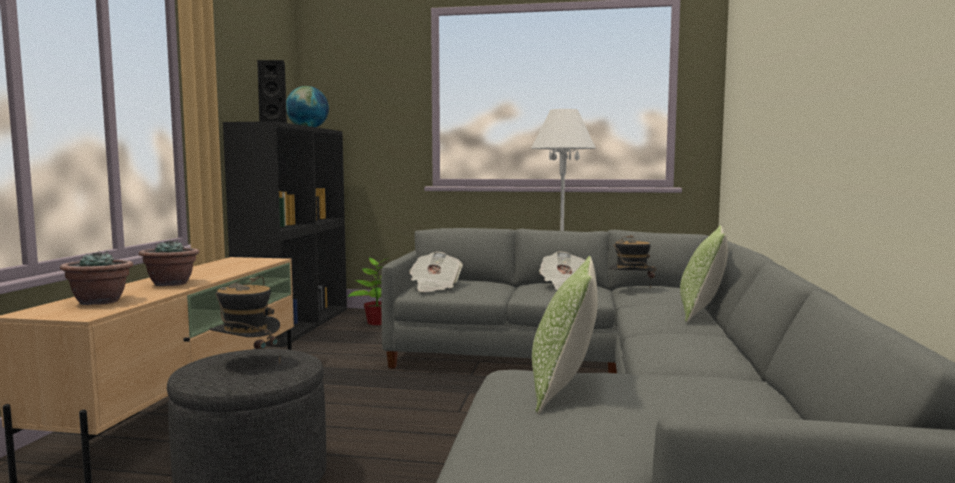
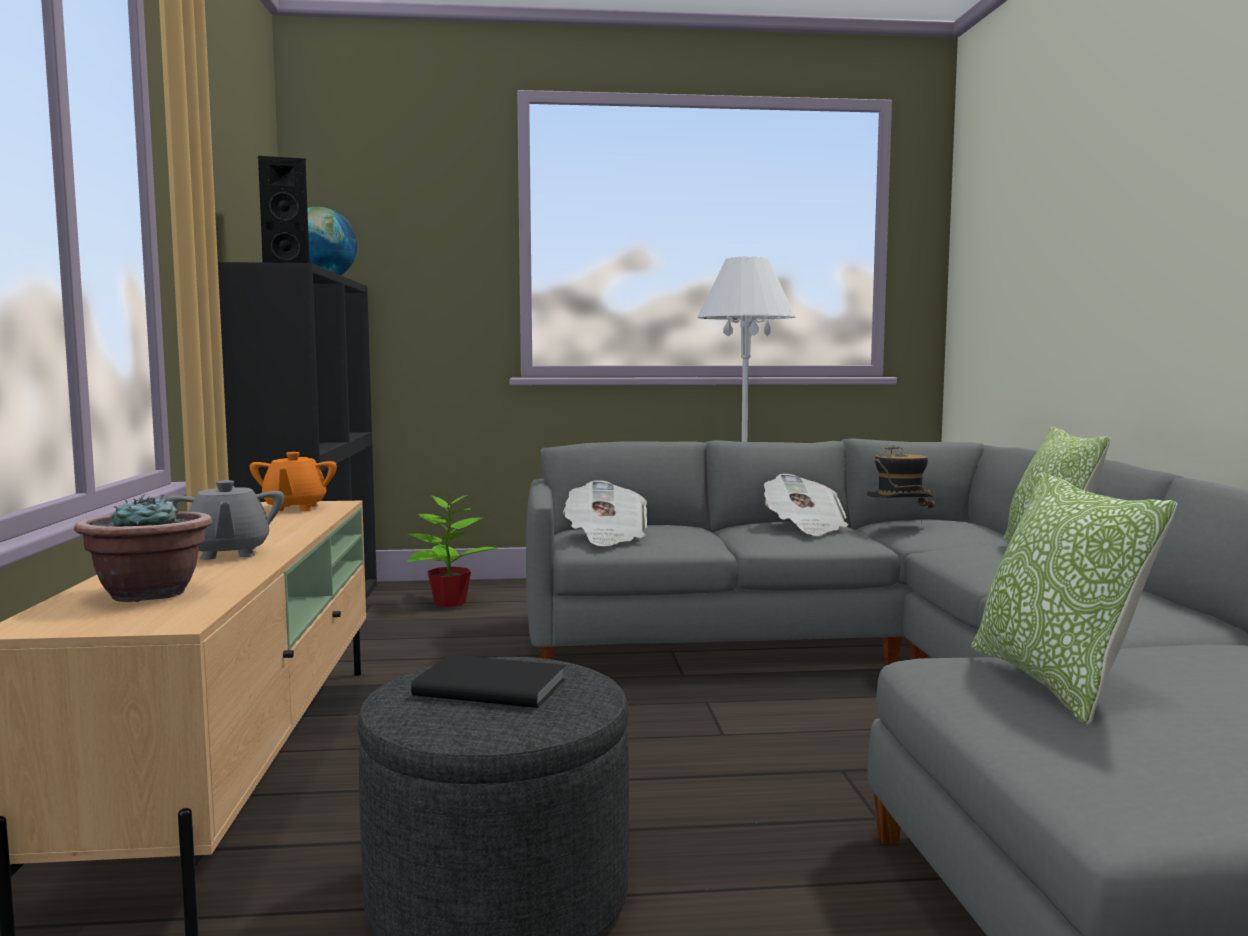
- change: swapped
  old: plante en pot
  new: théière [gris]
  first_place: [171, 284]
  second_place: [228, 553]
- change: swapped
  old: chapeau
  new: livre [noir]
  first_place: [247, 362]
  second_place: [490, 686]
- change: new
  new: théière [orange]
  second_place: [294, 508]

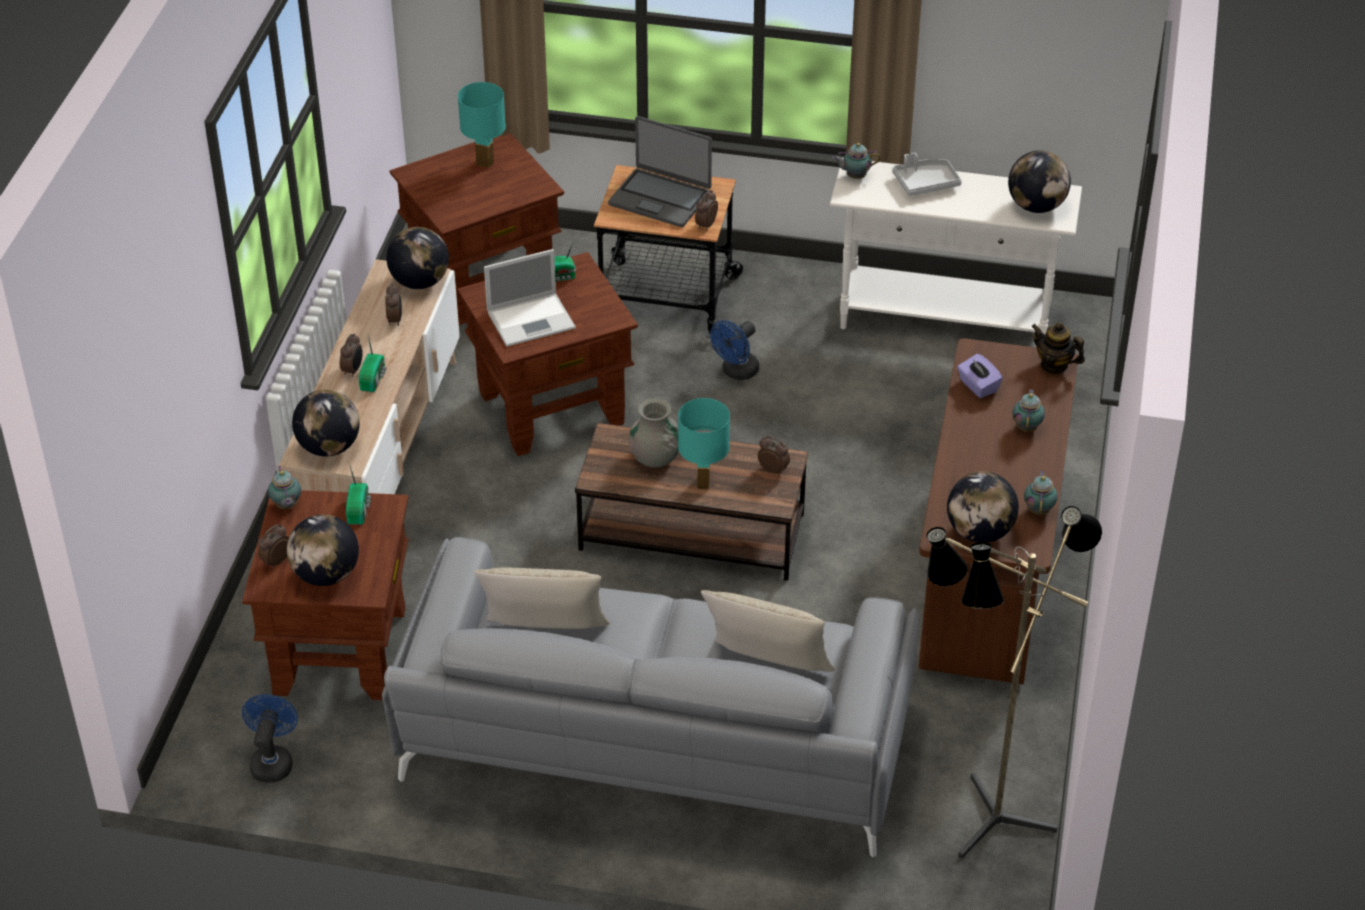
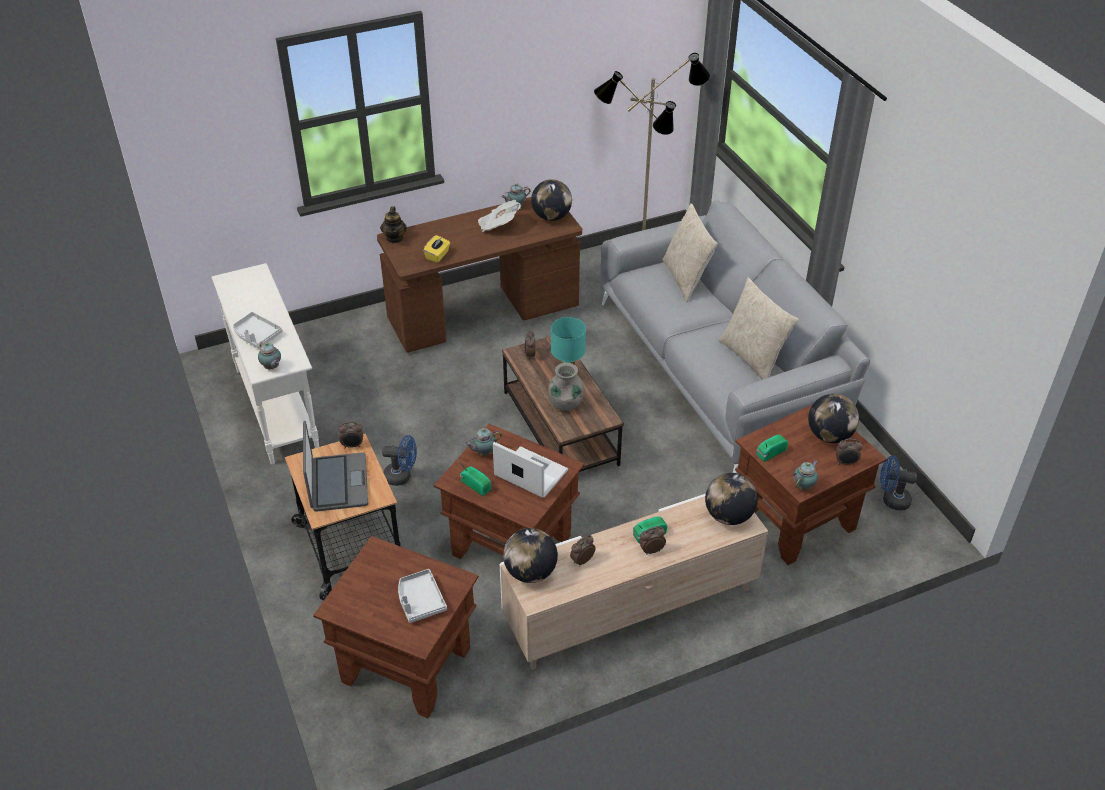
- change: gone
  old: lampe de table [turquoise]
  first_place: [485, 163]
- change: gone
  old: globe
  first_place: [1036, 206]
- change: repainted
  old: boîte à mouchoirs [violet]
  new: boîte à mouchoirs [jaune]
  first_place: [978, 386]
  second_place: [437, 255]
- change: shifted
  old: théière
  first_place: [1027, 427]
  second_place: [483, 452]
- change: rotated
  old: ventilateur [bleu]
  first_place: [273, 761]
  second_place: [891, 500]
  degrees: 45
- change: new
  new: journal
  second_place: [498, 225]
- change: new
  new: plateau [gris]
  second_place: [420, 601]

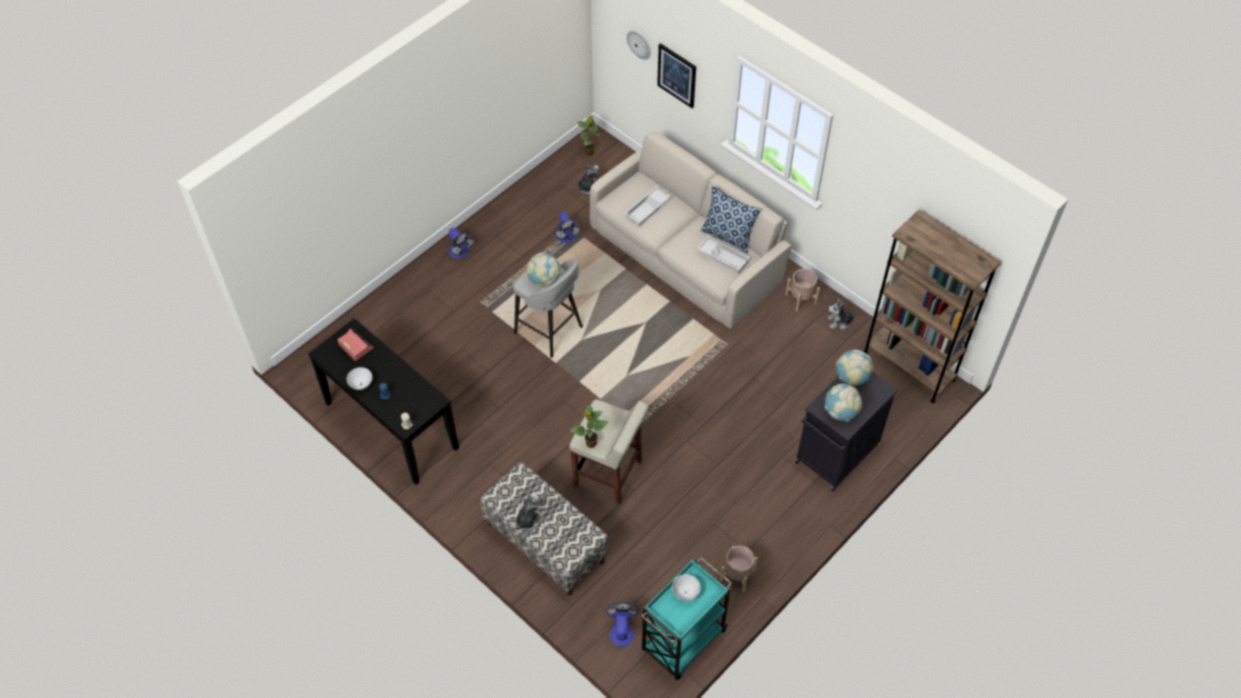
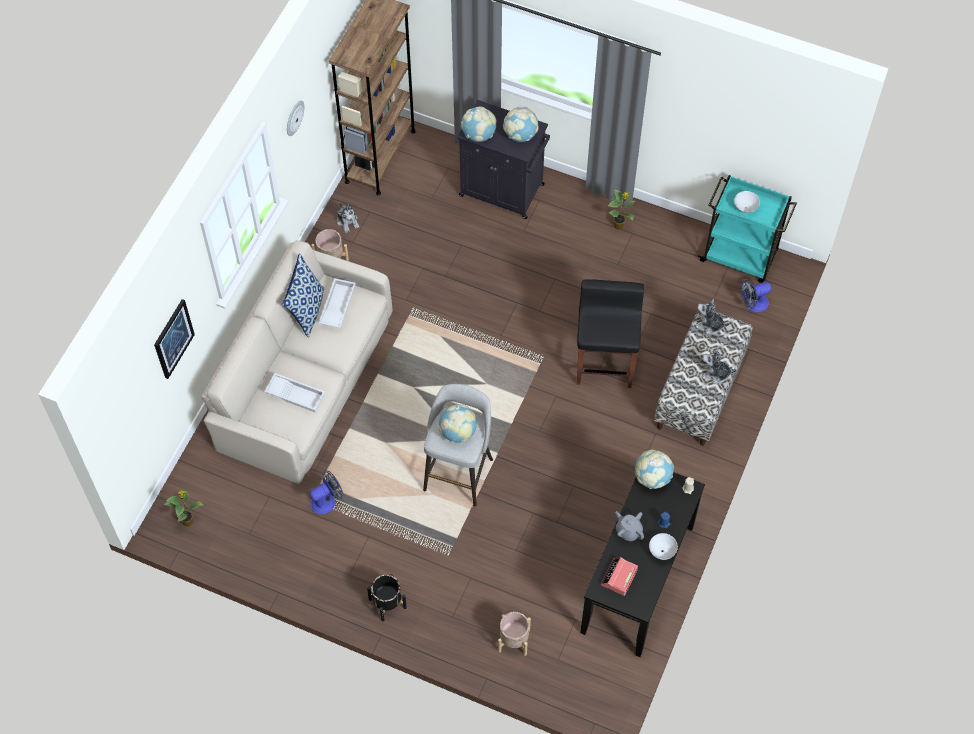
- change: shifted
  old: horloge murale
  first_place: [639, 44]
  second_place: [294, 117]
- change: shifted
  old: peluche
  first_place: [588, 187]
  second_place: [709, 325]
- change: swapped
  old: ventilateur
  new: cache-pot [noir]
  first_place: [460, 253]
  second_place: [387, 603]
- change: repainted
  old: tabouret [beige]
  new: tabouret [noir]
  first_place: [609, 474]
  second_place: [605, 363]
- change: shifted
  old: plante en pot
  first_place: [590, 444]
  second_place: [619, 226]
- change: shifted
  old: cache-pot [beige]
  first_place: [737, 575]
  second_place: [513, 640]
- change: new
  new: globe
  second_place: [652, 477]
- change: new
  new: théière [gris]
  second_place: [628, 531]

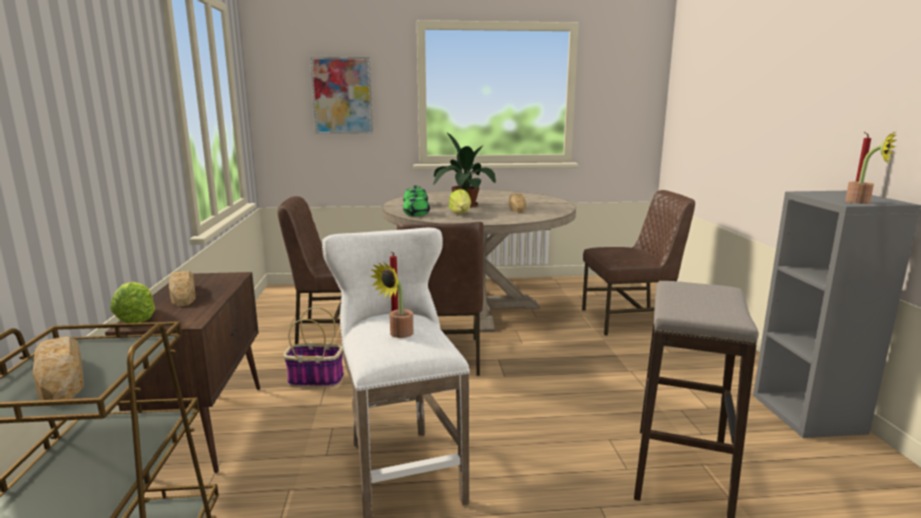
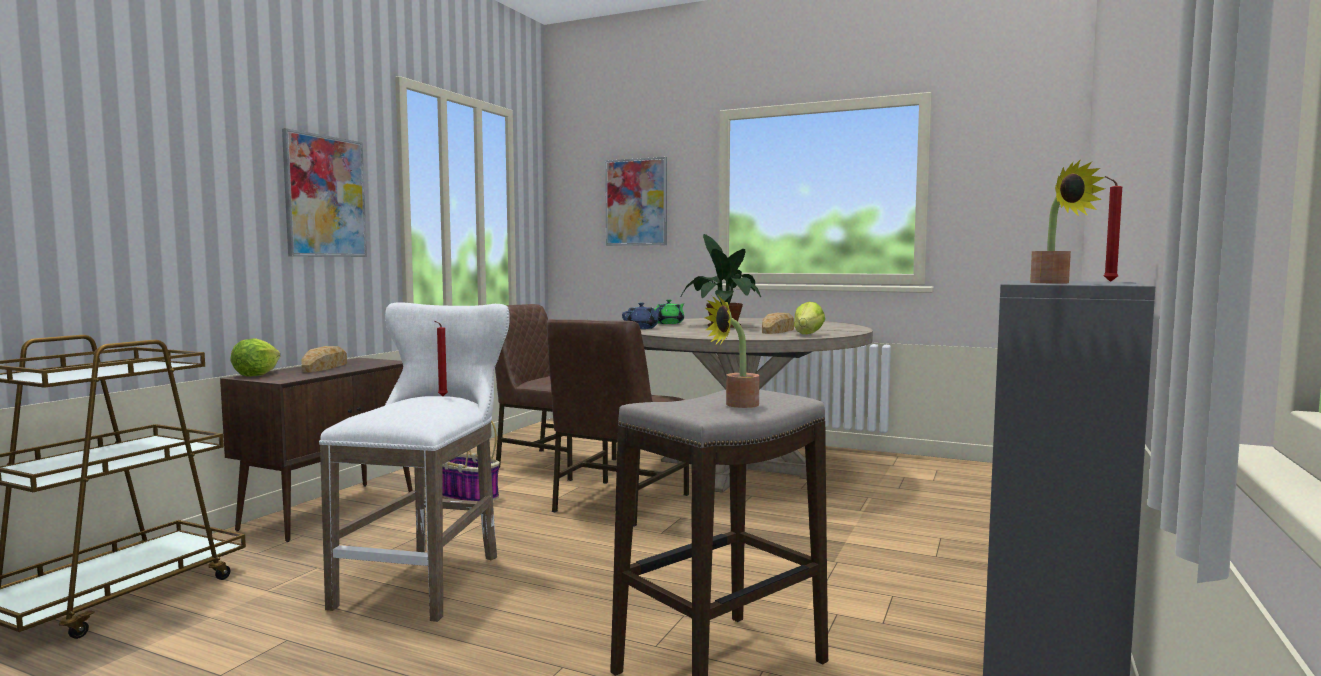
- change: shifted
  old: laitue
  first_place: [461, 214]
  second_place: [807, 334]
- change: gone
  old: chaise [marron]
  first_place: [629, 320]
- change: repainted
  old: théière [vert]
  new: théière [bleu]
  first_place: [417, 214]
  second_place: [642, 328]
- change: shifted
  old: plante en pot
  first_place: [398, 334]
  second_place: [735, 405]
- change: gone
  old: pain
  first_place: [61, 377]
- change: new
  new: tableau
  second_place: [325, 196]

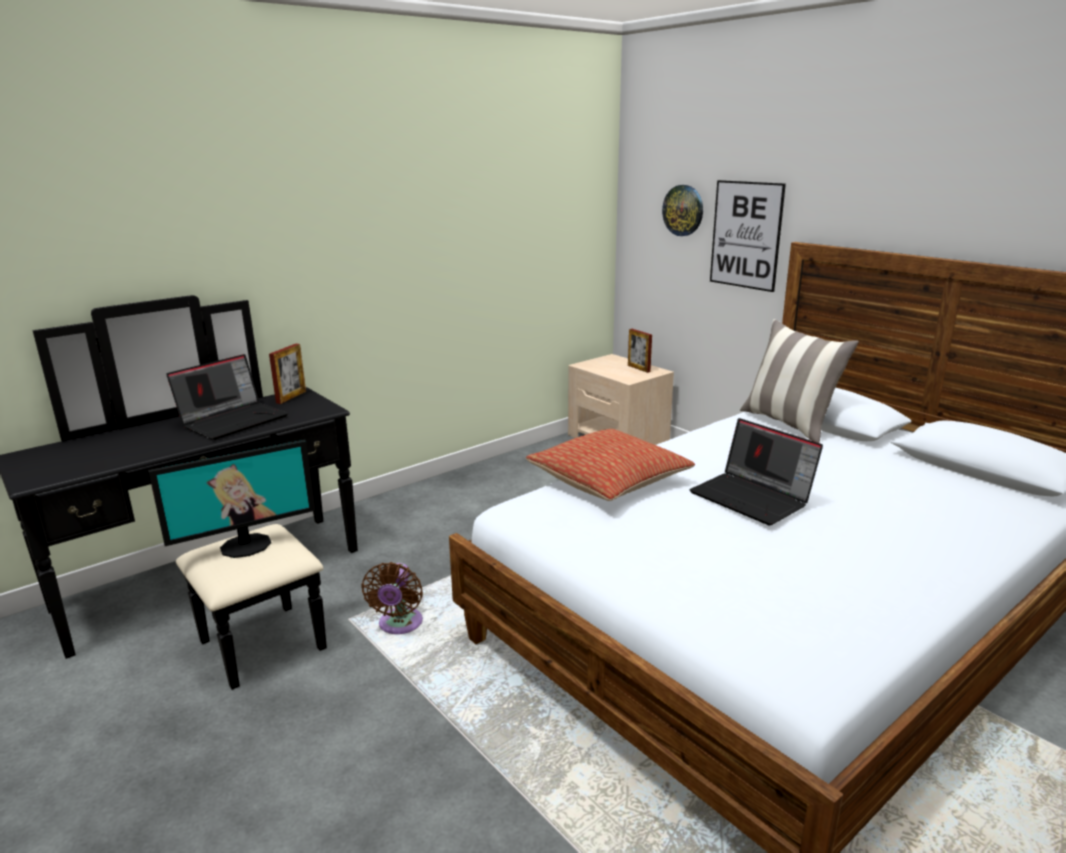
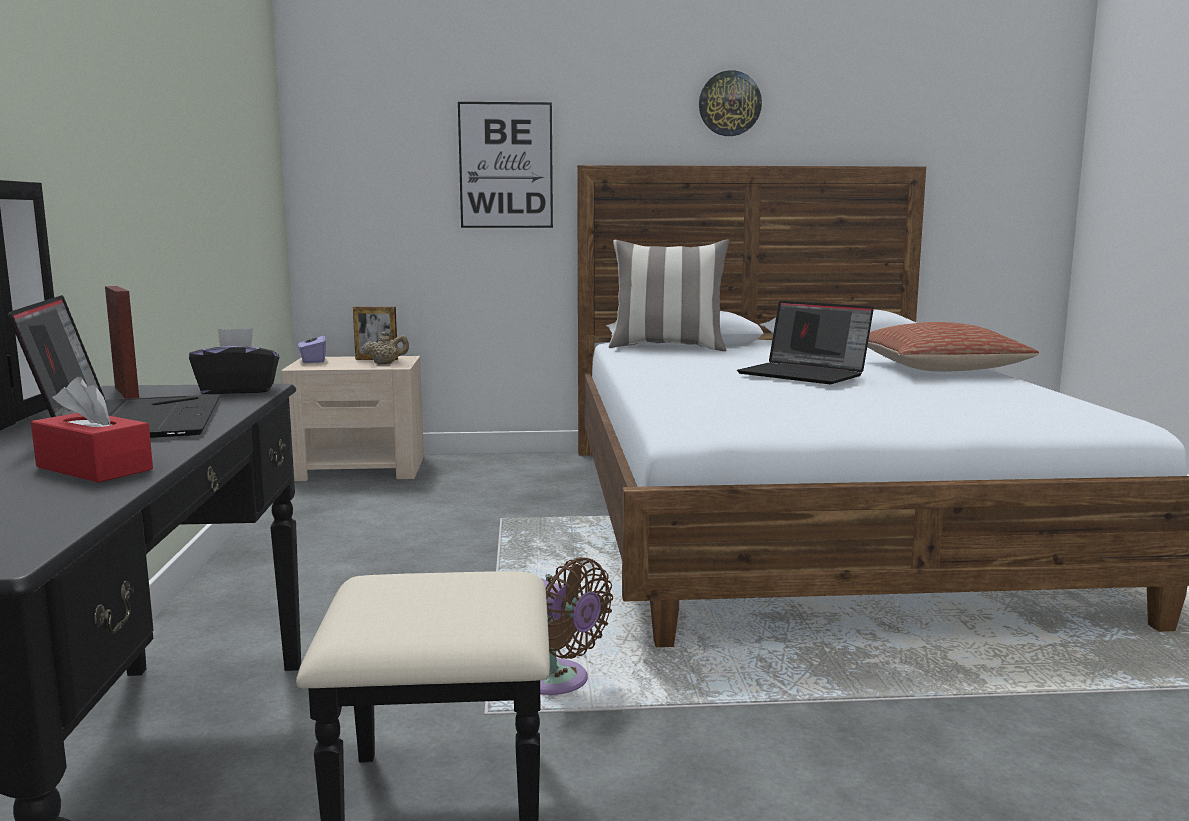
- change: shifted
  old: horloge murale
  first_place: [683, 210]
  second_place: [729, 103]
- change: rotated
  old: ordinateur portable
  first_place: [753, 498]
  second_place: [805, 374]
  degrees: 45
- change: shifted
  old: coussin
  first_place: [609, 481]
  second_place: [939, 369]
- change: gone
  old: écran d'ordinateur
  first_place: [246, 545]
- change: new
  new: boîte à mouchoirs [noir]
  second_place: [238, 390]
- change: new
  new: boîte à mouchoirs [violet]
  second_place: [312, 361]
- change: new
  new: théière [beige]
  second_place: [386, 363]
- change: new
  new: boîte à mouchoirs [rouge]
  second_place: [94, 468]

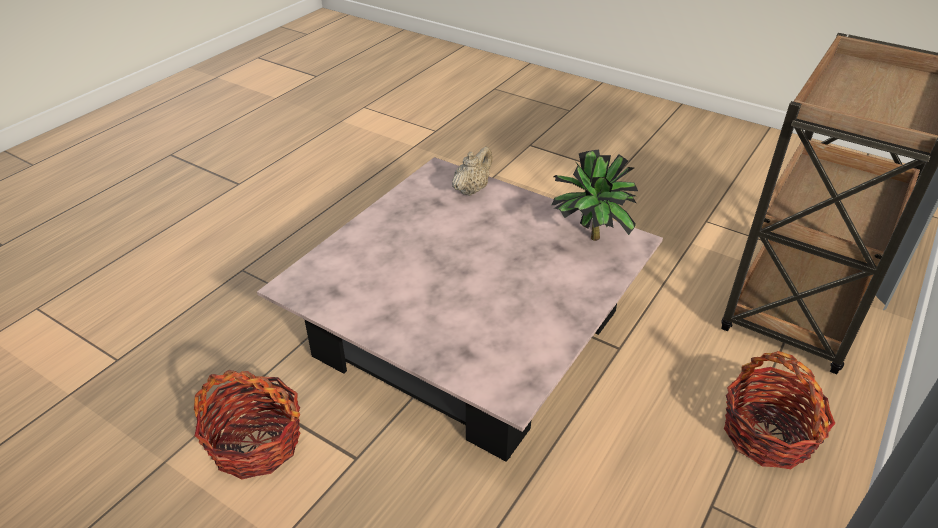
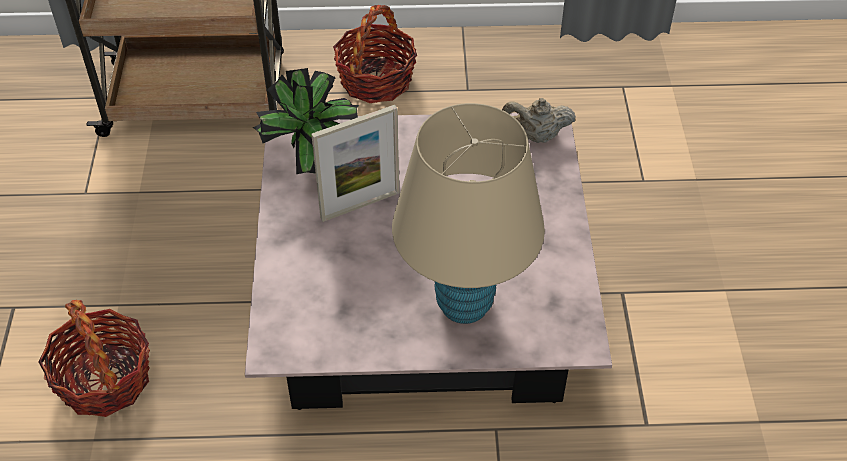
- change: shifted
  old: théière [beige]
  first_place: [471, 189]
  second_place: [536, 136]
- change: shifted
  old: panier
  first_place: [256, 443]
  second_place: [105, 379]
- change: new
  new: lampe de table [beige]
  second_place: [464, 304]
- change: new
  new: cadre photo
  second_place: [360, 205]

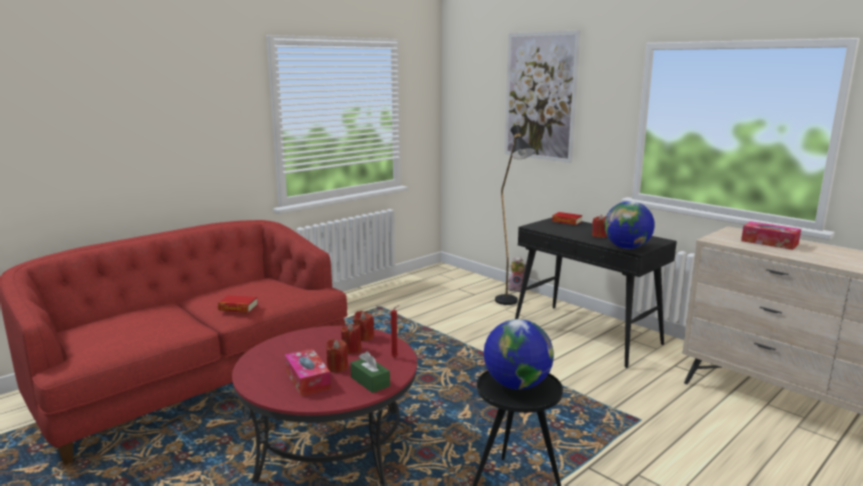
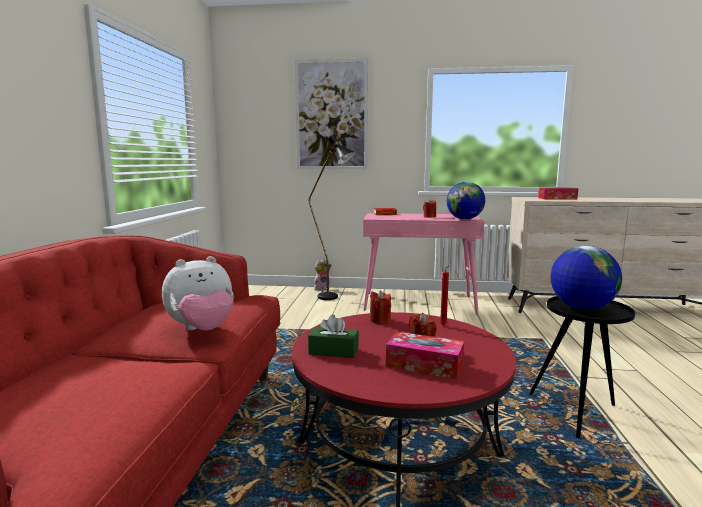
- change: repainted
  old: table console [noir]
  new: table console [rose]
  first_place: [587, 335]
  second_place: [419, 303]
- change: swapped
  old: livre
  new: peluche
  first_place: [238, 308]
  second_place: [202, 330]
- change: gone
  old: bougie [rouge]
  first_place: [351, 350]
- change: shifted
  old: boîte à mouchoirs [vert]
  first_place: [370, 382]
  second_place: [333, 351]

